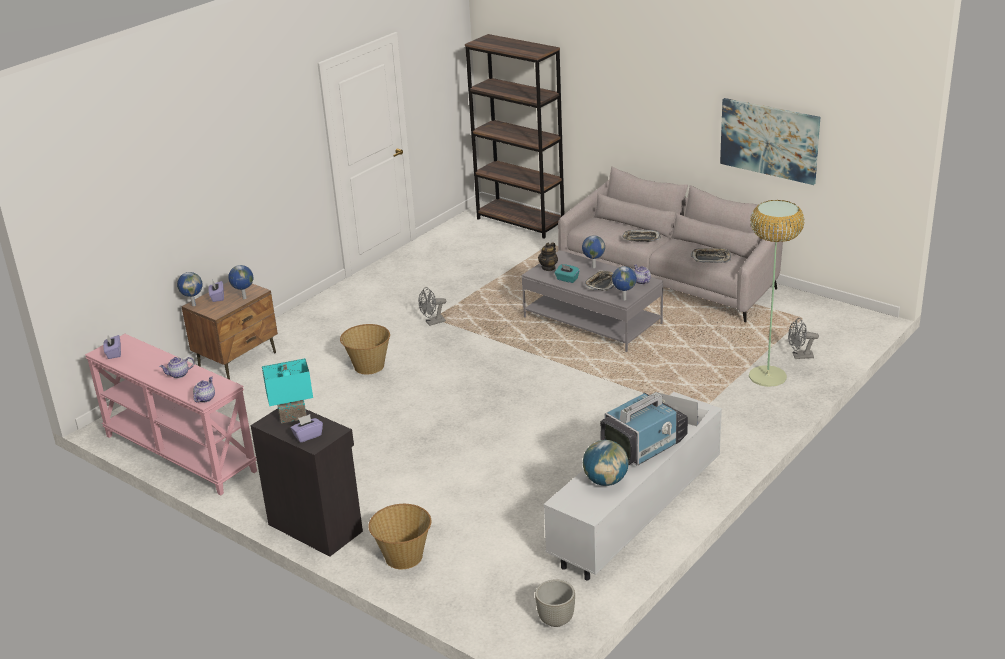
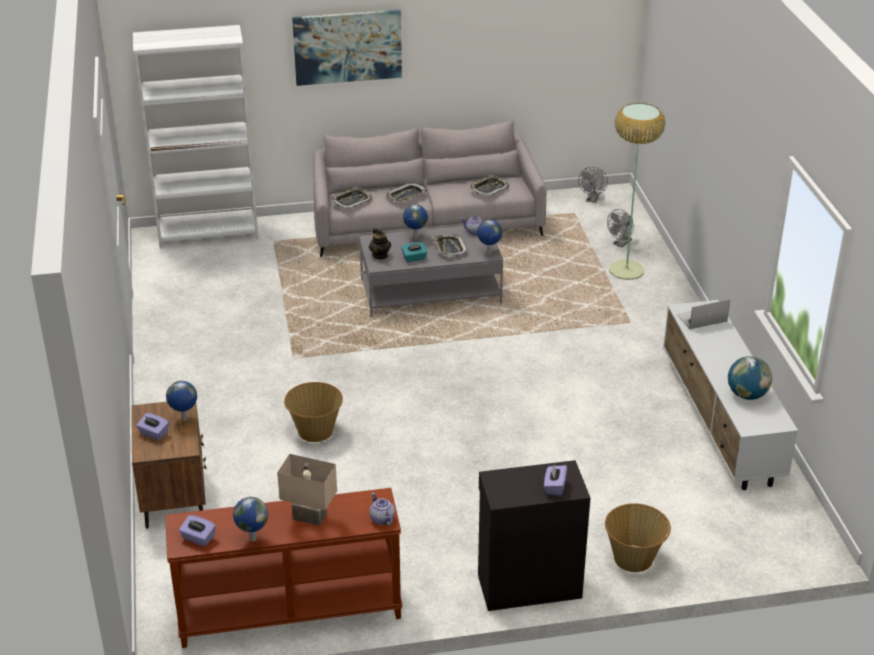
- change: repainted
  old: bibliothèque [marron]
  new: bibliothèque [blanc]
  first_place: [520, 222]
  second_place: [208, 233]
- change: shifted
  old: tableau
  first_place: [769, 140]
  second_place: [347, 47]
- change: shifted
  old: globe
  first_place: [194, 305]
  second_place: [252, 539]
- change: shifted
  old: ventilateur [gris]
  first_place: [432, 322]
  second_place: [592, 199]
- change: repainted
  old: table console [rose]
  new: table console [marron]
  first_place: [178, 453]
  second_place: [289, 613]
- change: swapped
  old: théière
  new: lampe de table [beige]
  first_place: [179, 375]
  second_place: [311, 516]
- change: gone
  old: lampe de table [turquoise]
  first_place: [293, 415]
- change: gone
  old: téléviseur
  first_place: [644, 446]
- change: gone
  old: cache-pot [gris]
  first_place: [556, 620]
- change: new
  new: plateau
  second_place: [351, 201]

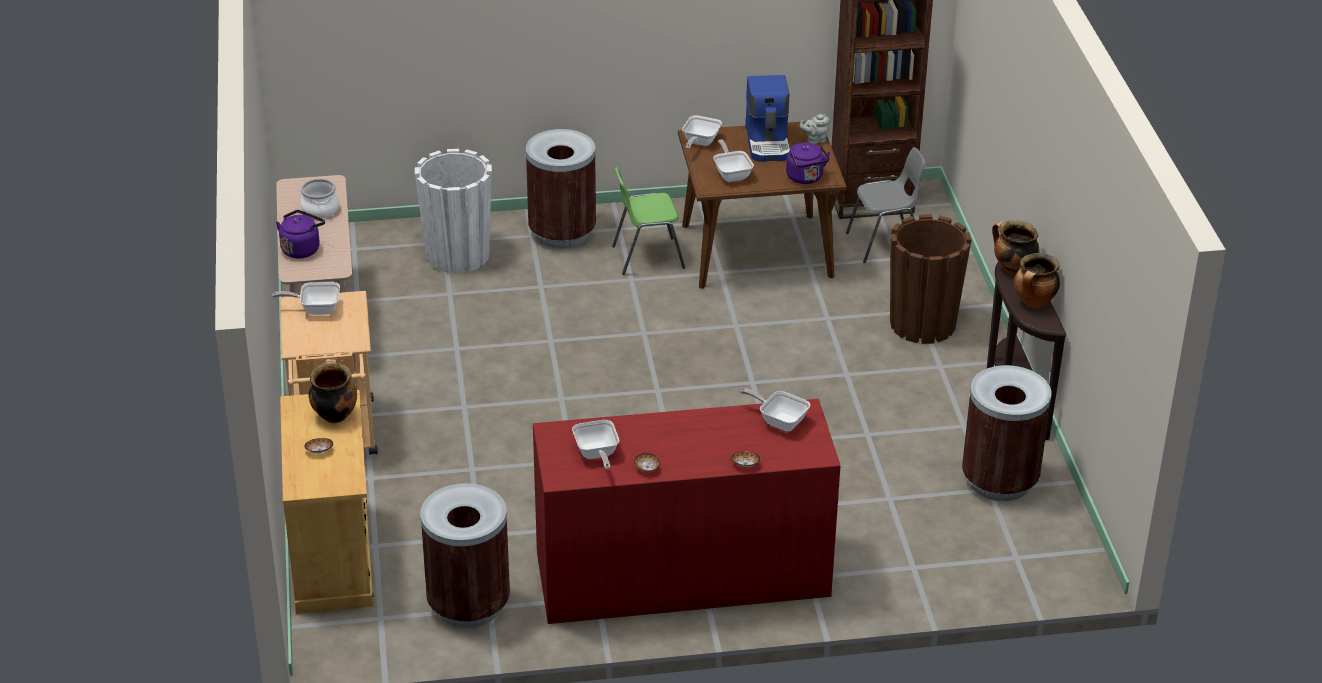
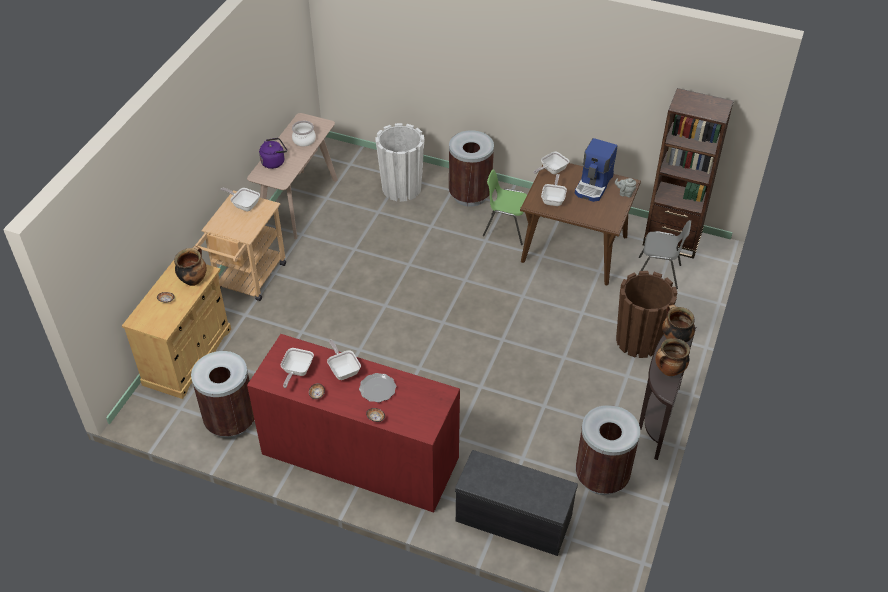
- change: gone
  old: bouilloire [violet]
  first_place: [806, 178]
- change: shifted
  old: poêle
  first_place: [779, 421]
  second_place: [343, 369]
- change: new
  new: assiette
  second_place: [378, 389]
- change: new
  new: banc [gris]
  second_place: [512, 519]

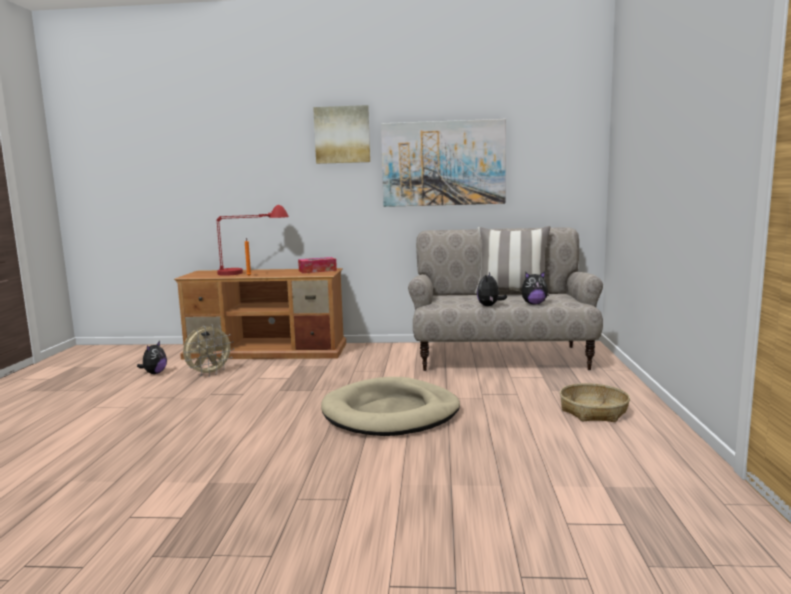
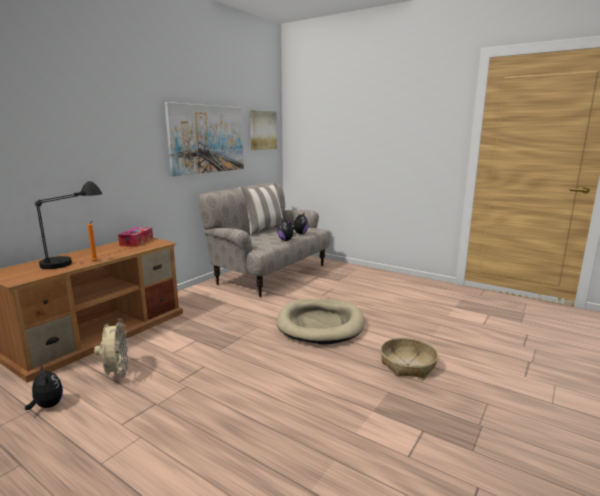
- change: shifted
  old: tableau
  first_place: [342, 135]
  second_place: [262, 130]
- change: repainted
  old: lampe de table [rouge]
  new: lampe de table [noir]
  first_place: [252, 272]
  second_place: [75, 257]
- change: shifted
  old: panier
  first_place: [594, 411]
  second_place: [408, 364]

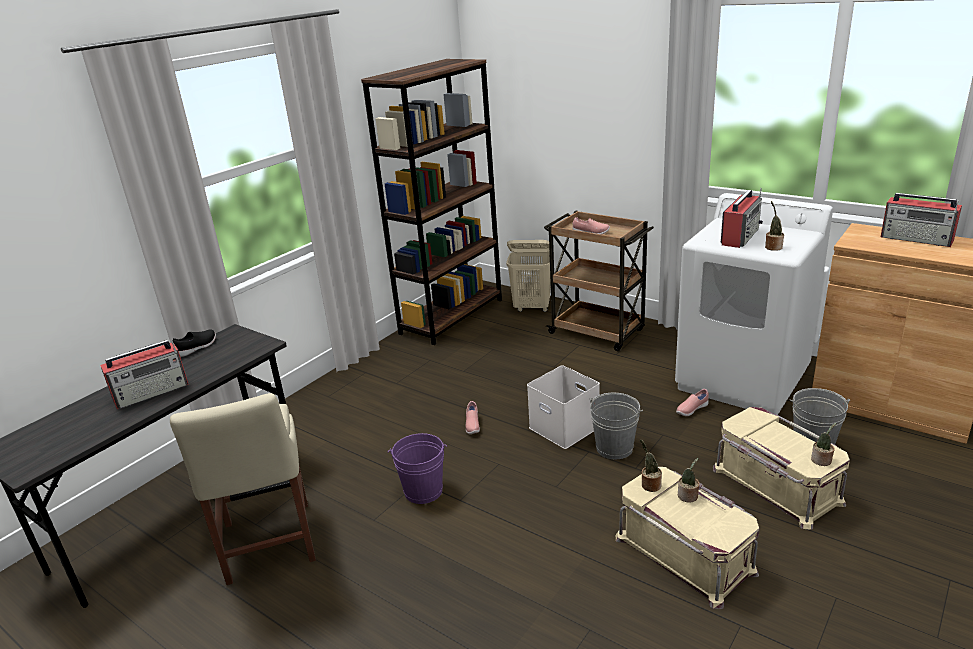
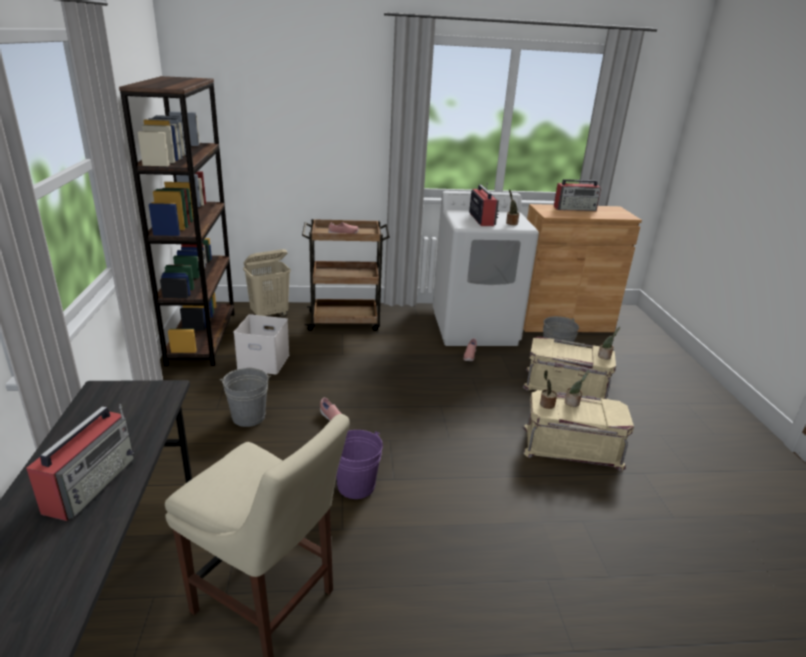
- change: gone
  old: chaussure [noir]
  first_place: [197, 348]
- change: shifted
  old: boîte de rangement [blanc]
  first_place: [566, 427]
  second_place: [265, 361]
- change: shifted
  old: seau [gris]
  first_place: [614, 448]
  second_place: [249, 417]

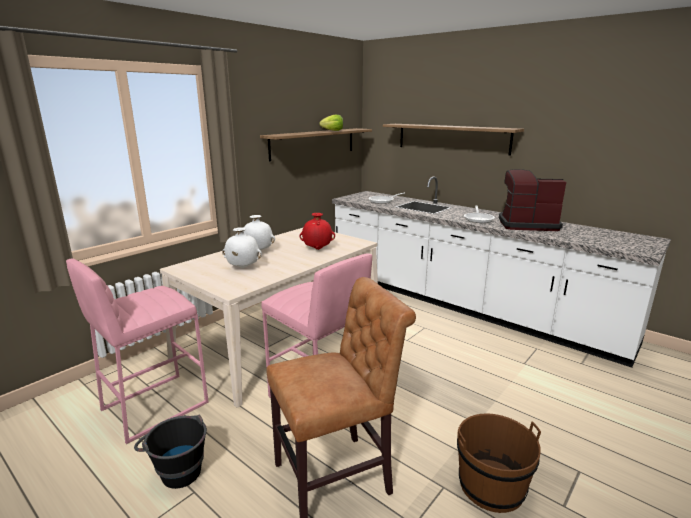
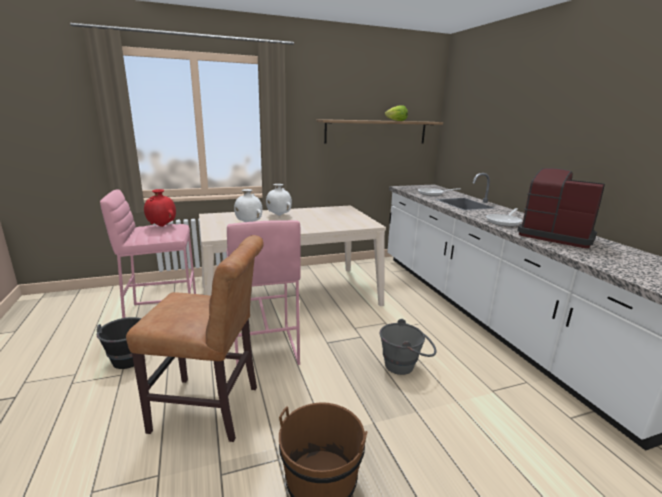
- change: gone
  old: étagère
  first_place: [452, 138]
- change: shifted
  old: vase [rouge]
  first_place: [317, 249]
  second_place: [162, 226]
- change: new
  new: seau [gris]
  second_place: [405, 365]

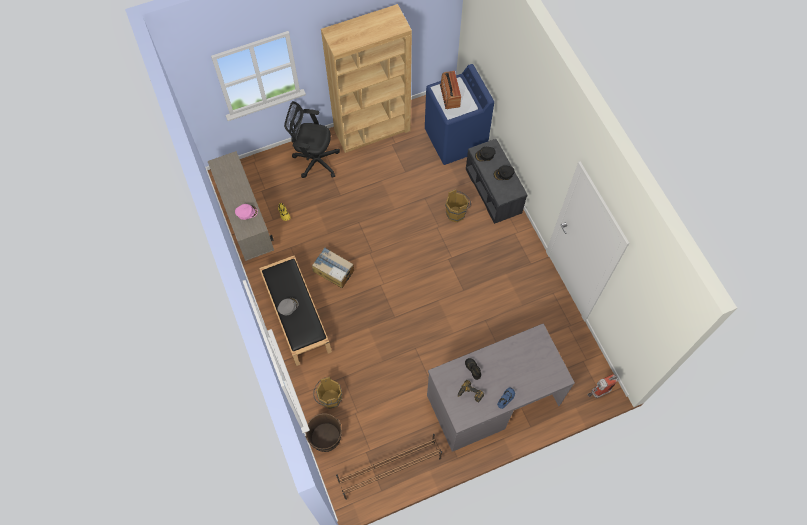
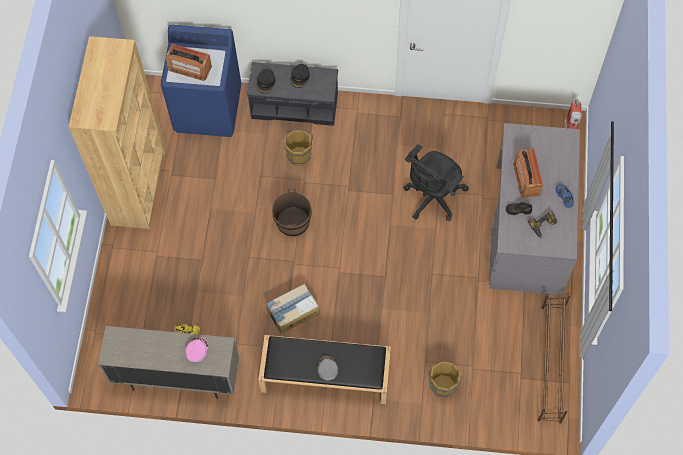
- change: shifted
  old: chaise de bureau [noir]
  first_place: [314, 160]
  second_place: [432, 198]
- change: shifted
  old: seau [marron]
  first_place: [325, 437]
  second_place: [292, 222]
- change: new
  new: radio
  second_place: [526, 178]

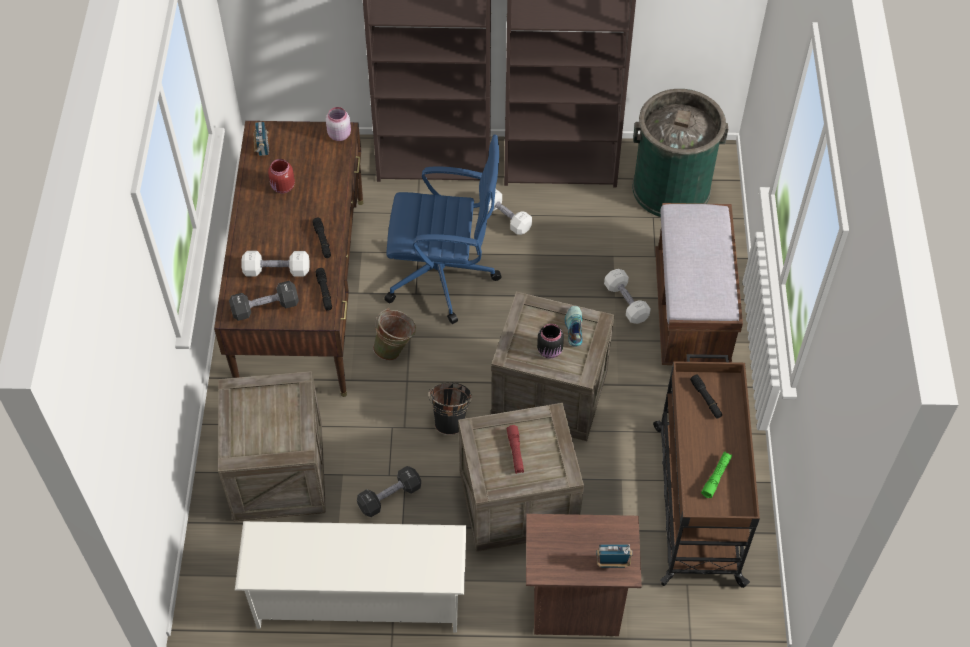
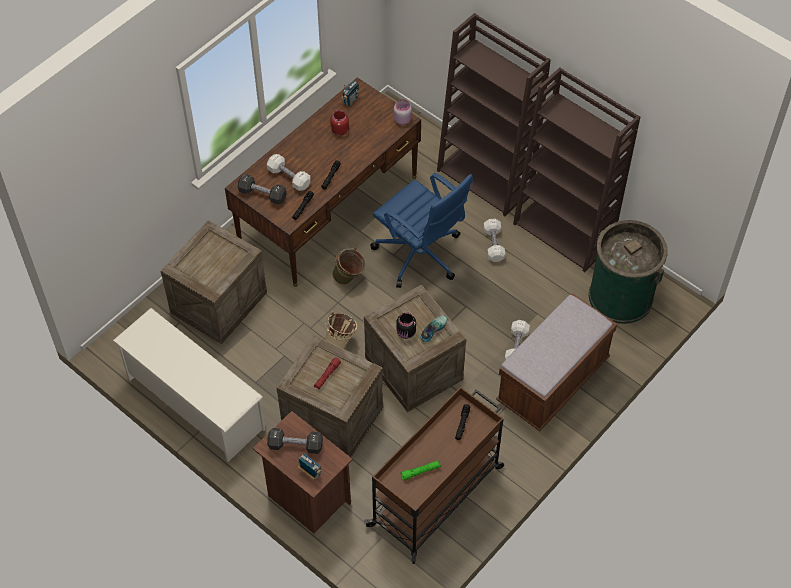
- change: repainted
  old: seau [noir]
  new: seau [beige]
  first_place: [451, 419]
  second_place: [341, 342]
- change: shifted
  old: haltère [noir]
  first_place: [389, 497]
  second_place: [295, 445]

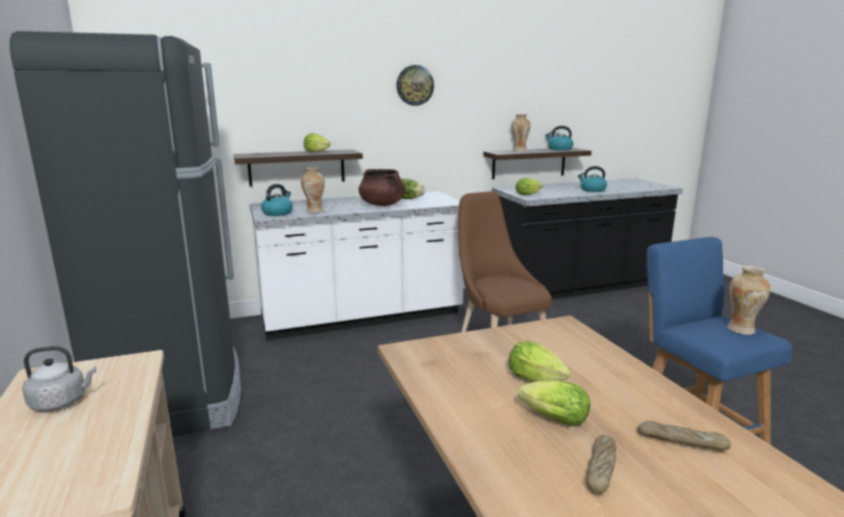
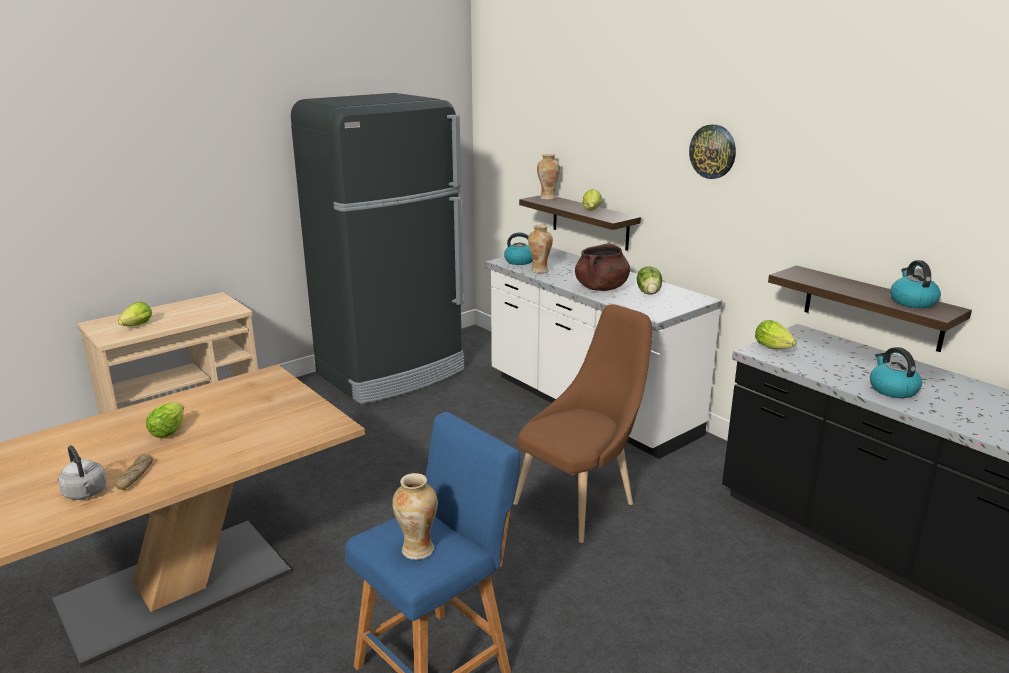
- change: shifted
  old: vase
  first_place: [519, 151]
  second_place: [547, 198]
- change: shifted
  old: laitue
  first_place: [538, 381]
  second_place: [136, 326]
- change: shifted
  old: bouilloire [gris]
  first_place: [61, 402]
  second_place: [86, 493]
- change: gone
  old: pain
  first_place: [601, 469]

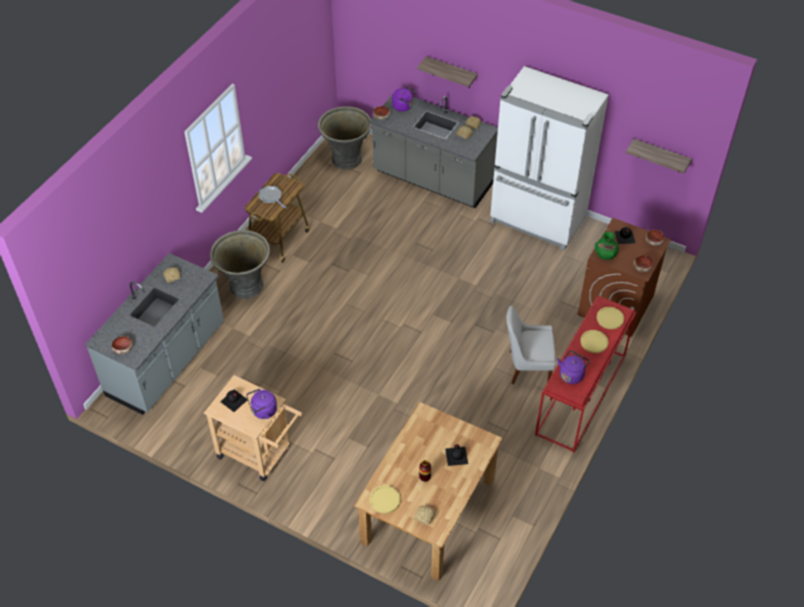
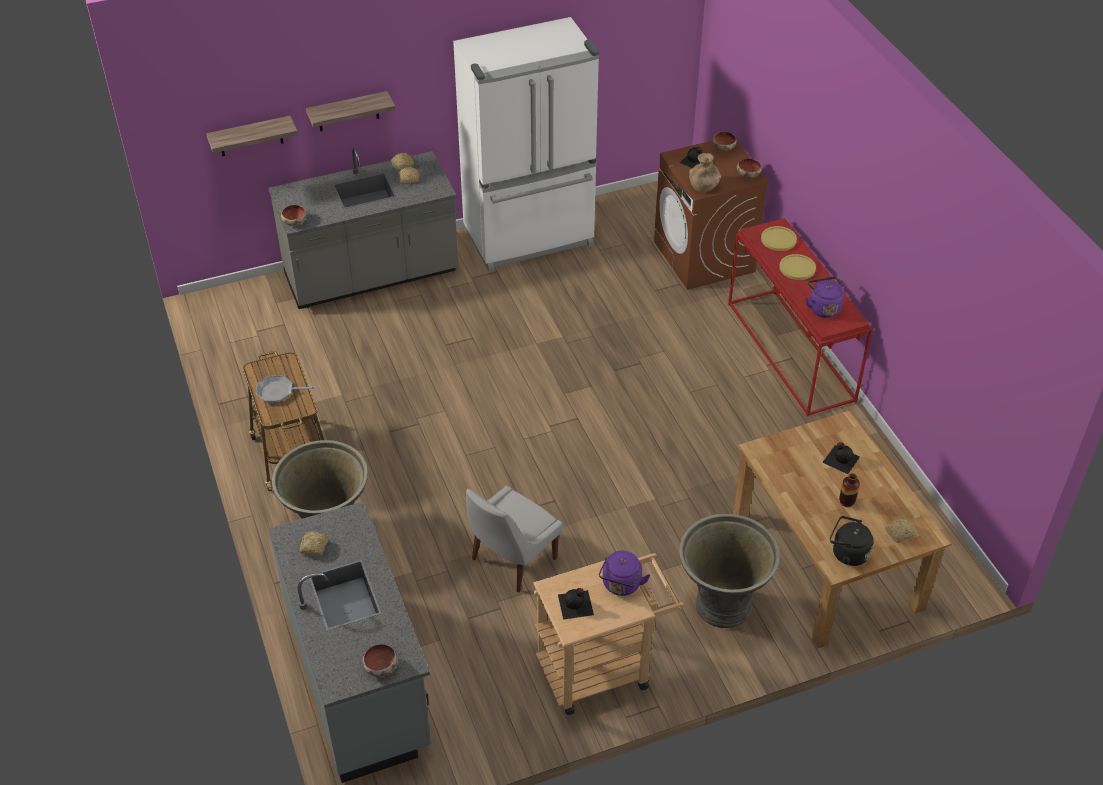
- change: gone
  old: bouilloire [violet]
  first_place: [403, 106]
- change: shifted
  old: cache-pot [gris]
  first_place: [346, 159]
  second_place: [721, 605]
- change: shifted
  old: étagère
  first_place: [660, 156]
  second_place: [250, 136]
- change: repainted
  old: vase [vert]
  new: vase [marron]
  first_place: [605, 255]
  second_place: [703, 187]
- change: shifted
  old: chaise [blanc]
  first_place: [526, 367]
  second_place: [511, 561]
- change: swapped
  old: assiette [jaune]
  new: bouilloire [noir]
  first_place: [385, 500]
  second_place: [847, 553]

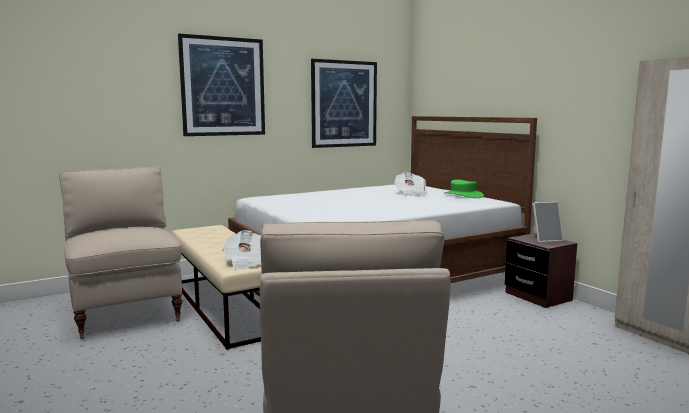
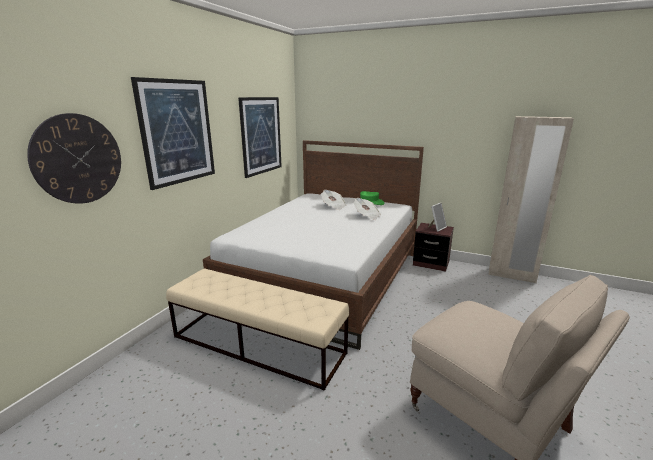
- change: gone
  old: chaise [beige]
  first_place: [126, 312]
- change: shifted
  old: journal
  first_place: [245, 262]
  second_place: [367, 216]
- change: new
  new: horloge murale
  second_place: [78, 159]

